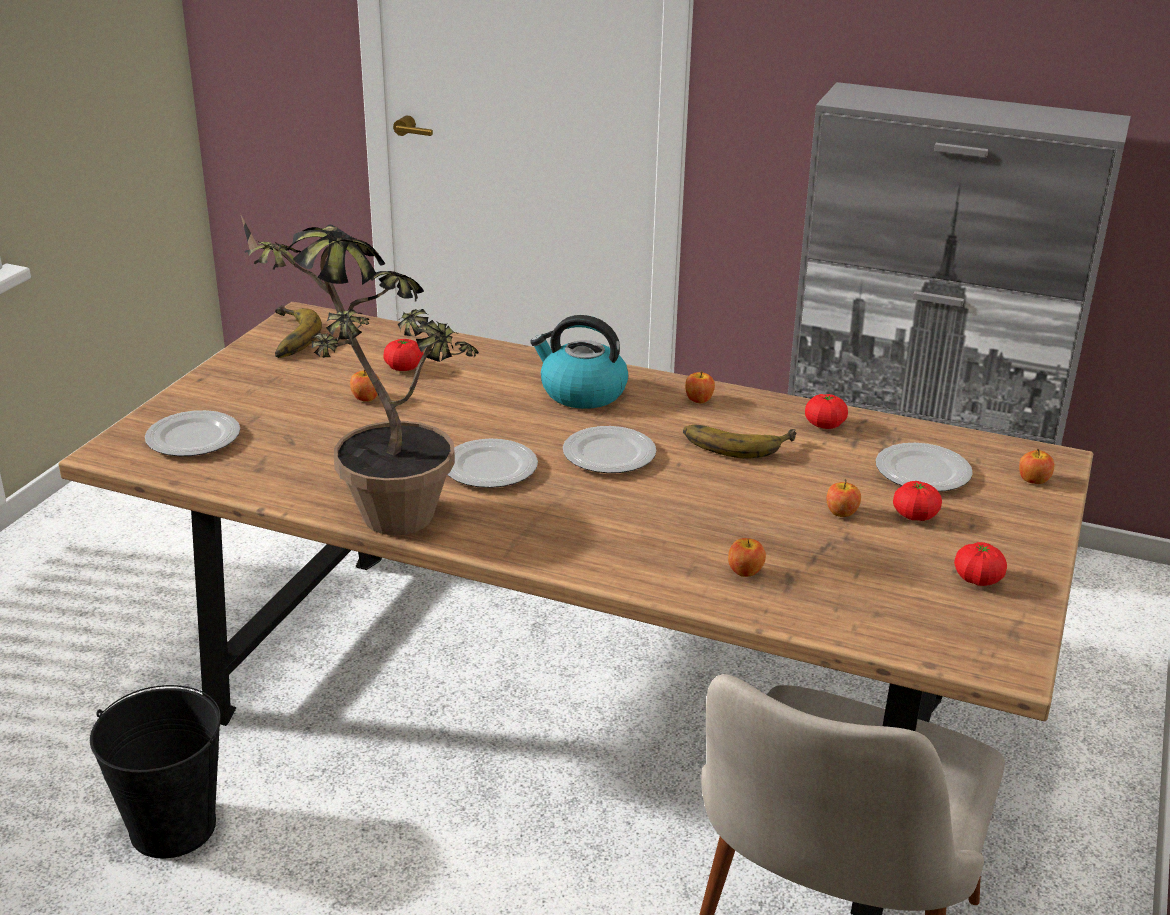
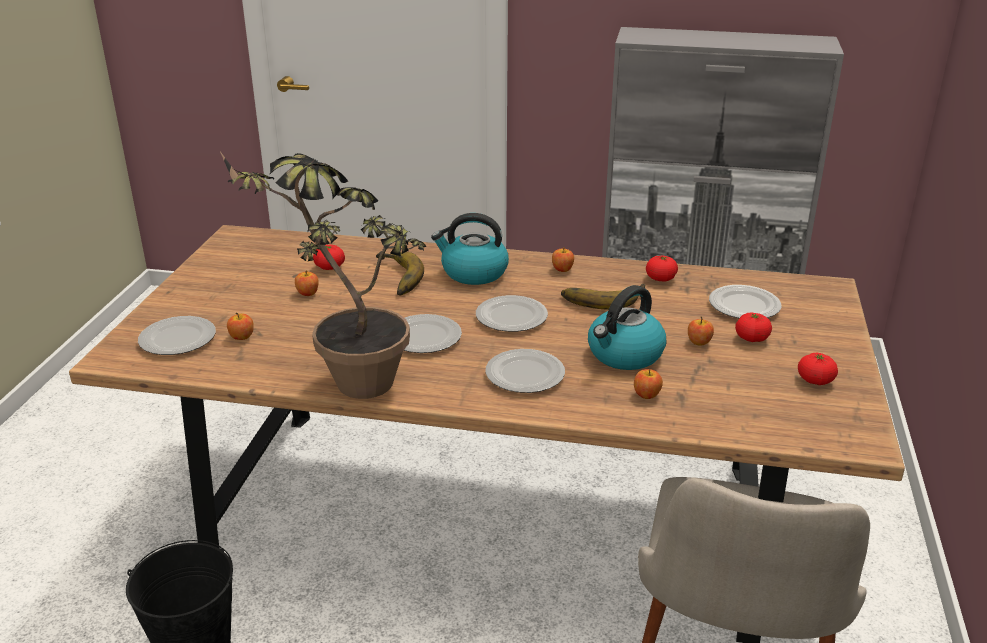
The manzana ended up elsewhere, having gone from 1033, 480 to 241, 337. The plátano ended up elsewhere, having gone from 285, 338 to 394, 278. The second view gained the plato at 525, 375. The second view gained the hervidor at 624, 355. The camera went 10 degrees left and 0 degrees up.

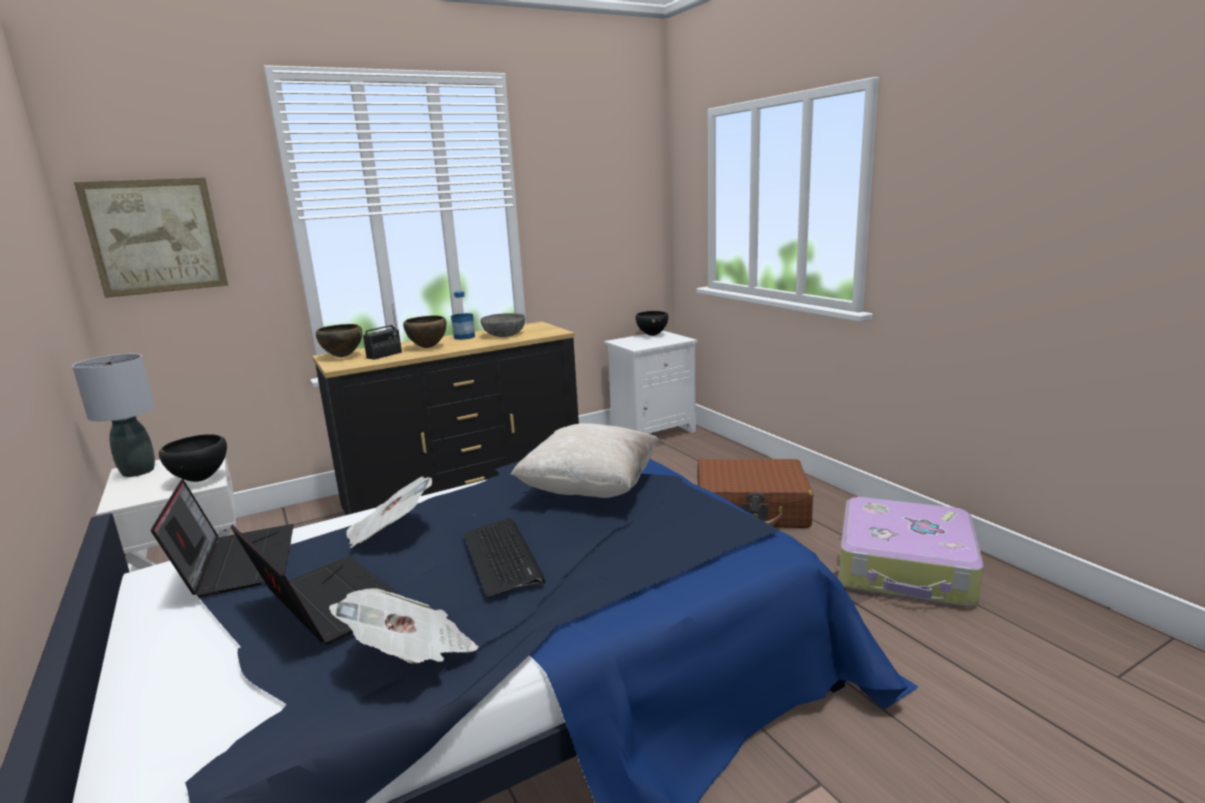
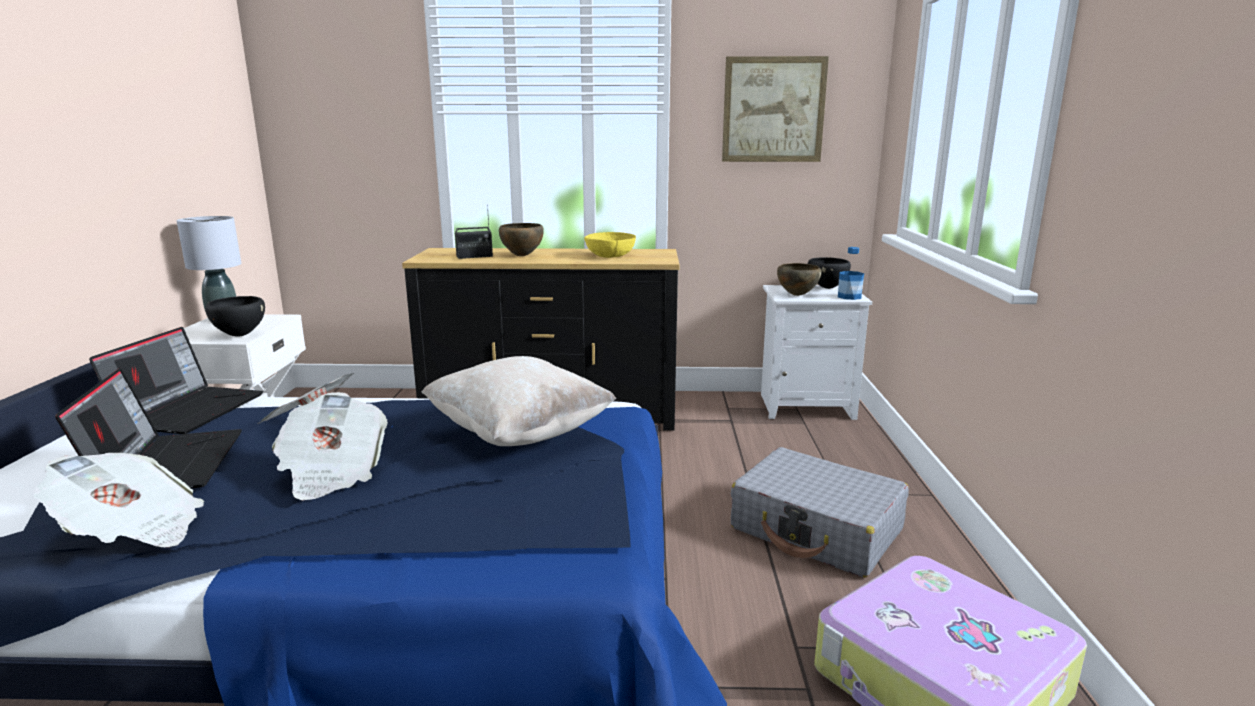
Where the teclado stood at 502, 557, the periódico came to stand at 332, 472. What was the cuenco [gris] at 504, 334 turned into the cuenco [amarillo] at 610, 255. The cuadro ended up elsewhere, having gone from 155, 236 to 773, 110. What was the maleta [marrón] at 752, 509 turned into the maleta [gris] at 816, 529. The cuenco [marrón] ended up elsewhere, having gone from 342, 356 to 796, 295. The botella ended up elsewhere, having gone from 464, 337 to 849, 297. The camera went 30 degrees right and 0 degrees up.

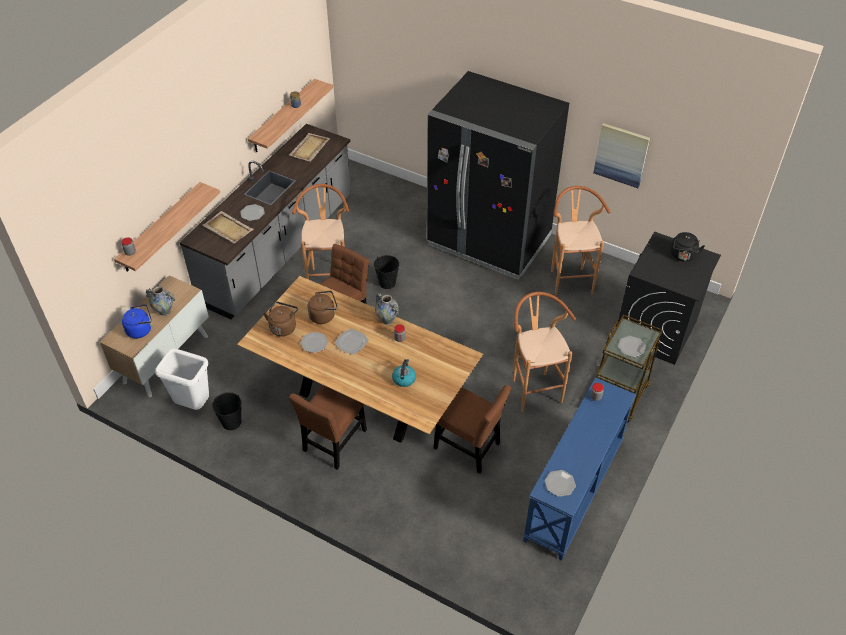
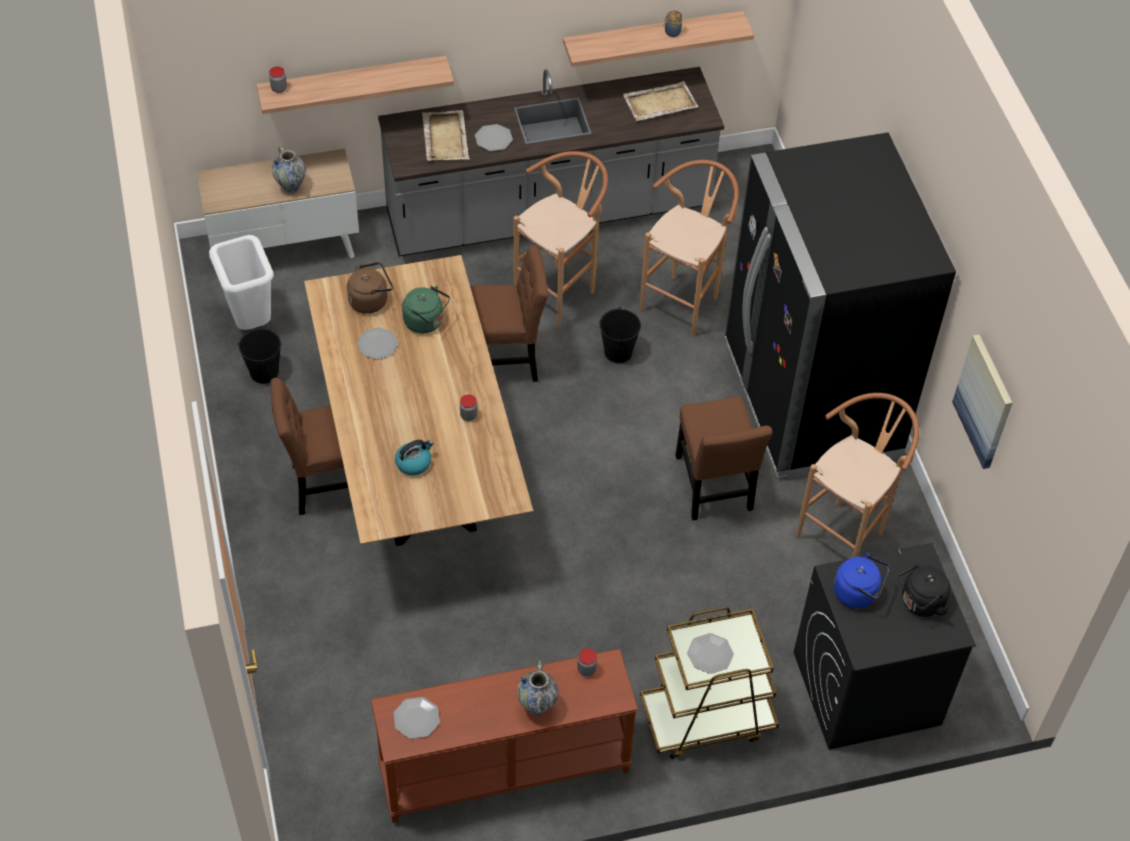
What was the mesa consola [azul] at 574, 491 turned into the mesa consola [marrón] at 504, 770. What was the hervidor [marrón] at 324, 315 turned into the hervidor [verde] at 426, 322. The florero ended up elsewhere, having gone from 387, 320 to 537, 706. The taburete [marrón] ended up elsewhere, having gone from 533, 387 to 684, 300. The silla [marrón] ended up elsewhere, having gone from 469, 448 to 713, 487. The hervidor [azul] ended up elsewhere, having gone from 141, 329 to 858, 593. The second view lost the plato at 351, 342. The camera went 45 degrees right and 5 degrees up.

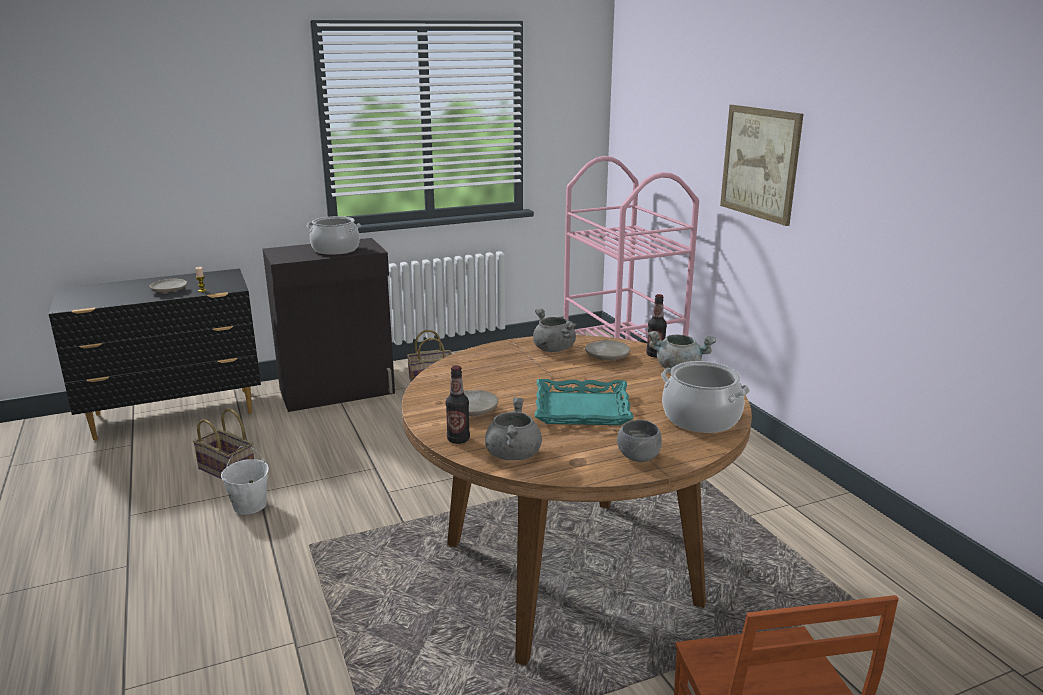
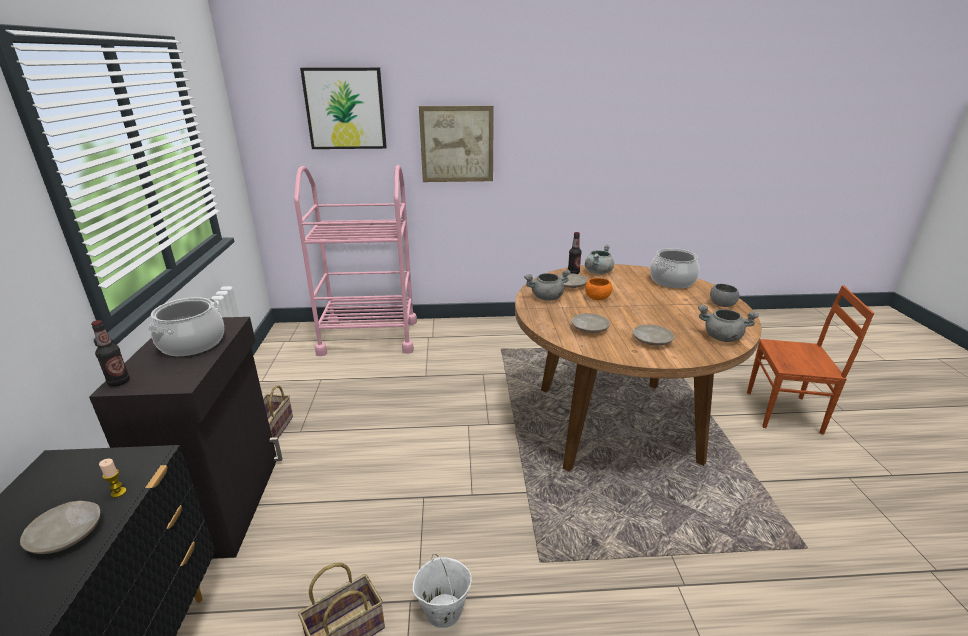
The botella ended up elsewhere, having gone from 458, 439 to 119, 382. The second view gained the cuadro at 345, 109. The second view gained the plato [beis] at 589, 328. The second view gained the cuenco [naranja] at 597, 298. The second view lost the bandeja [turquesa] at 582, 409. The camera went 70 degrees left and 5 degrees up.

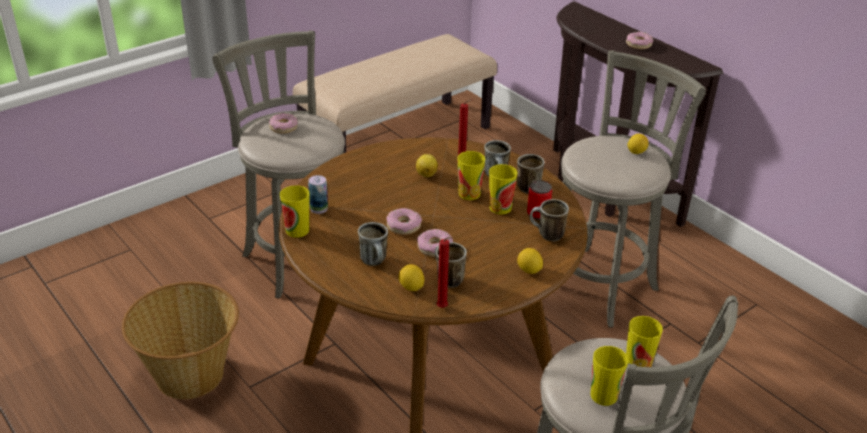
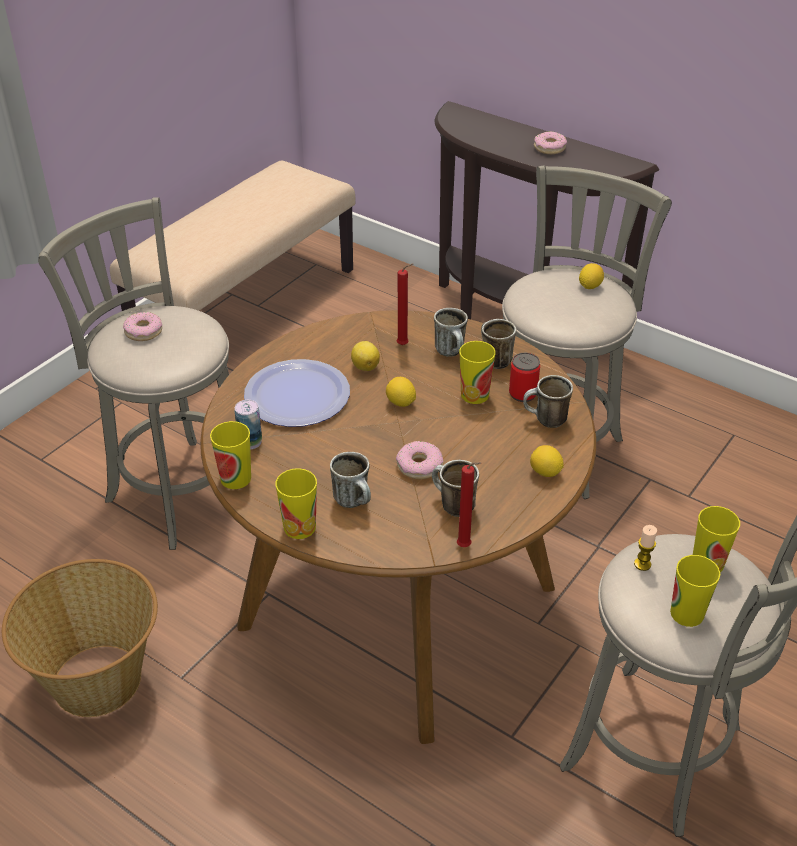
The second view gained the plato at 297, 395. The taza ended up elsewhere, having gone from 469, 194 to 299, 527. The limón ended up elsewhere, having gone from 411, 287 to 400, 403. The second view gained the vela at 642, 564. The second view lost the rosquilla at 403, 226. The camera went 15 degrees left and 5 degrees up.

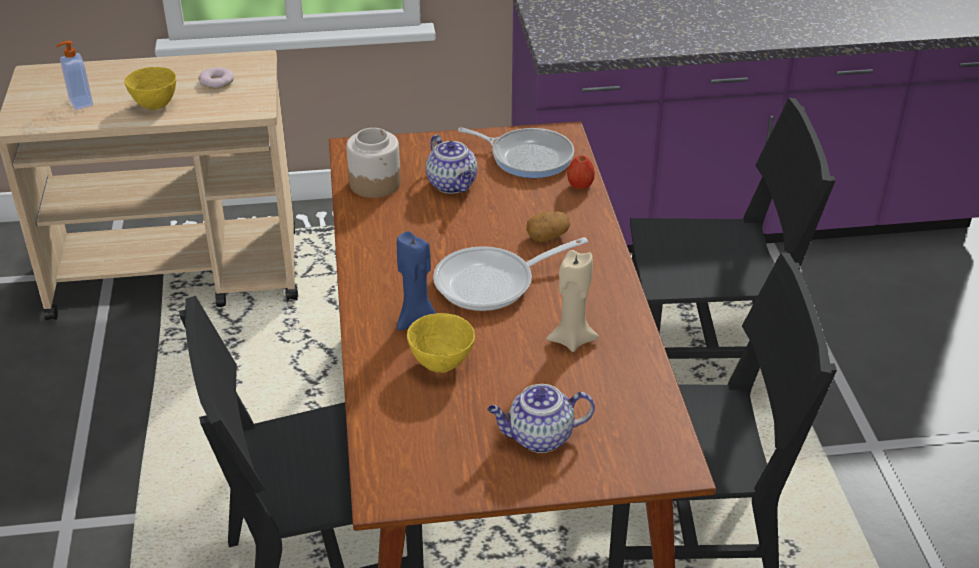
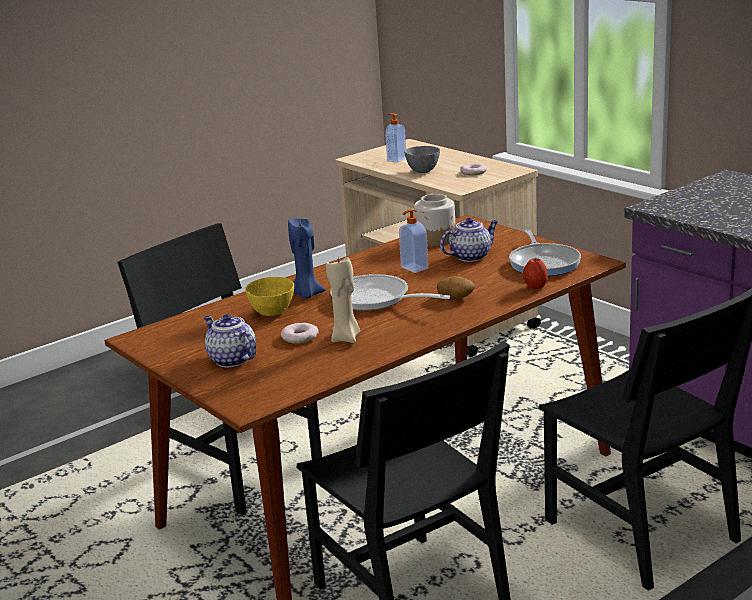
The second view gained the rosquilla at 300, 337. The second view gained the dispensador de jabón at 413, 268. What was the cuenco [amarillo] at 154, 105 turned into the cuenco [gris] at 422, 171. The tetera at 453, 185 ended up facing another way, 150 degrees counterclockwise from before. The camera went 60 degrees right and 15 degrees down.

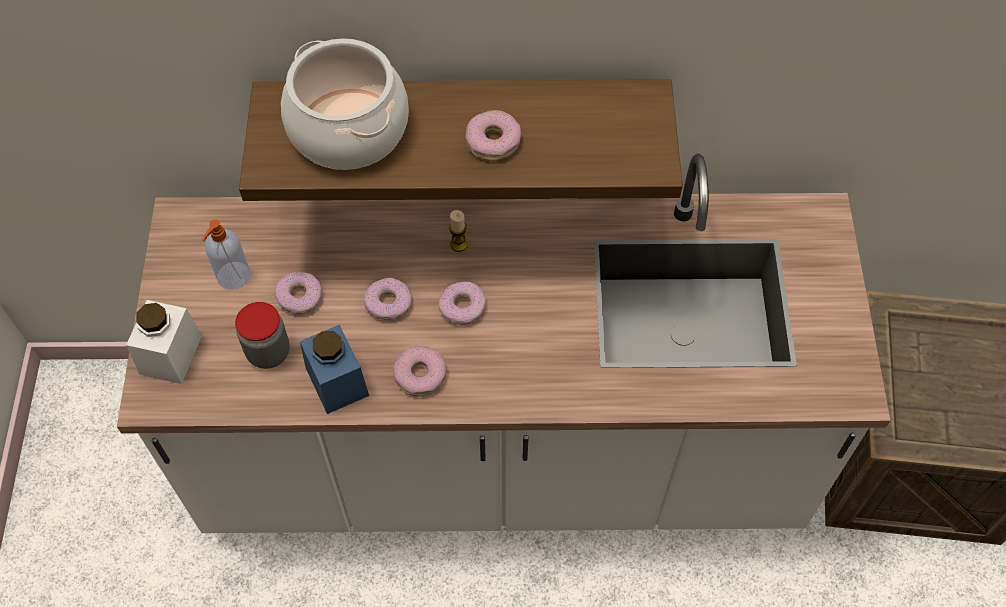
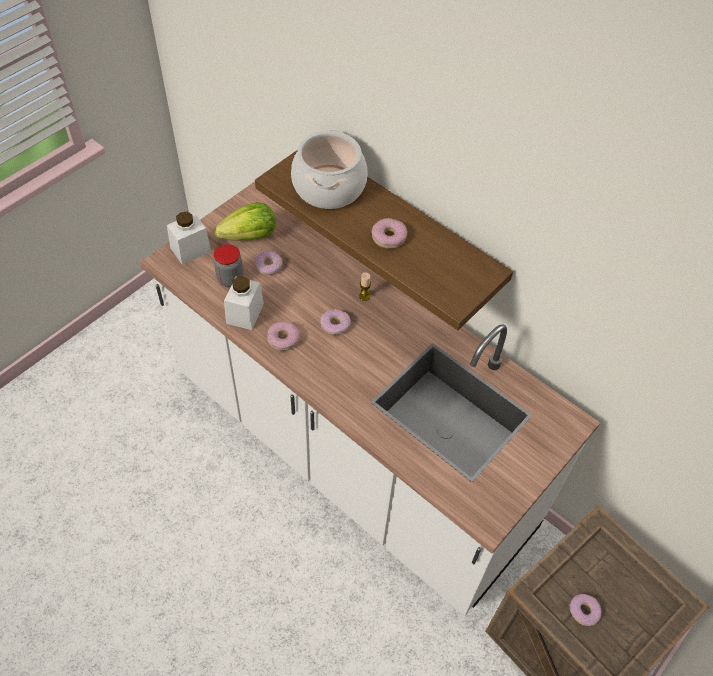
Where the dispensador de jabón stood at 232, 277, the lechuga came to stand at 250, 236. What was the tarro [azul] at 337, 381 turned into the tarro [blanco] at 245, 313. The rosquilla ended up elsewhere, having gone from 388, 303 to 584, 611. The camera went 40 degrees right and 5 degrees down.

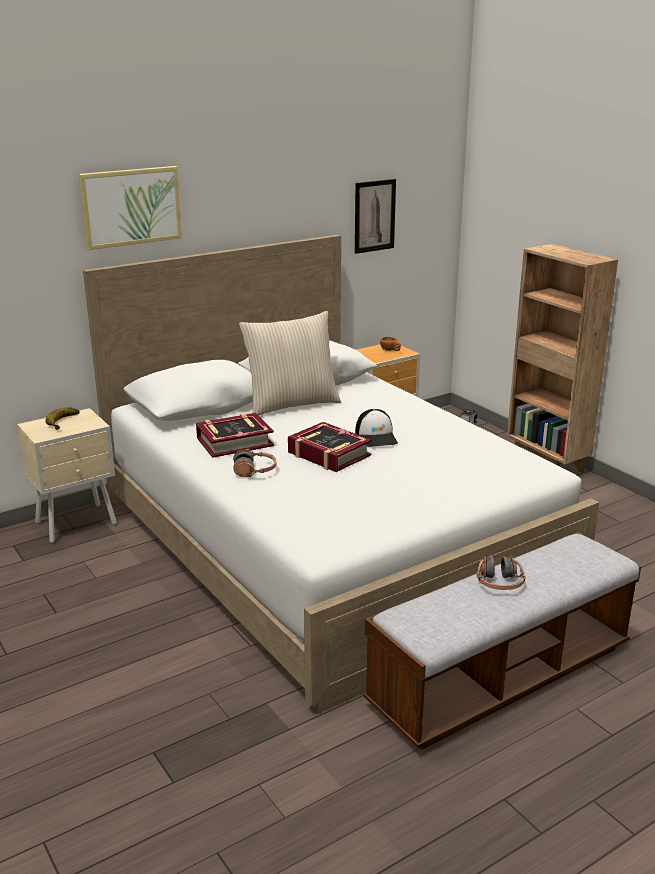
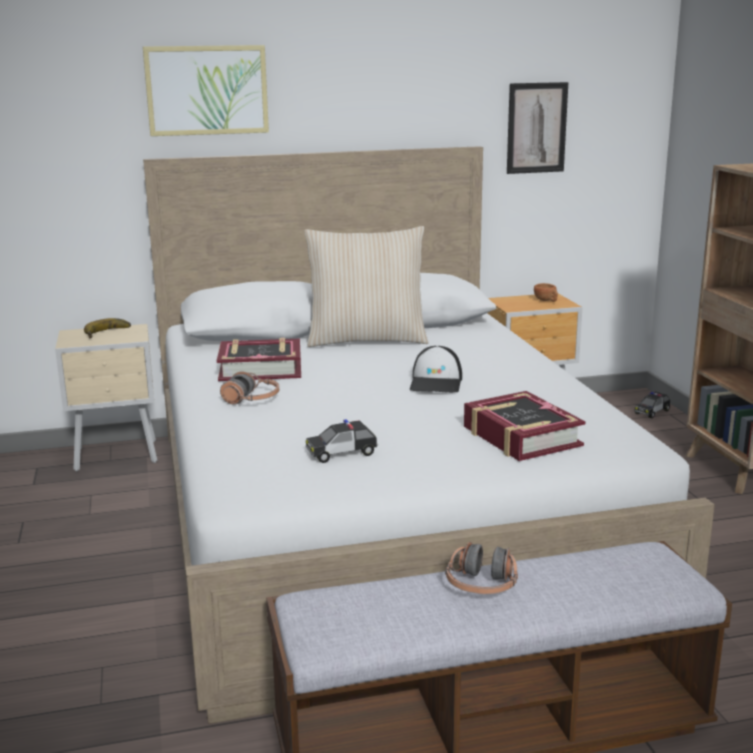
The second view gained the coche de juguete at 342, 453. The libro ended up elsewhere, having gone from 328, 454 to 521, 436. The camera went 20 degrees right and 5 degrees down.

